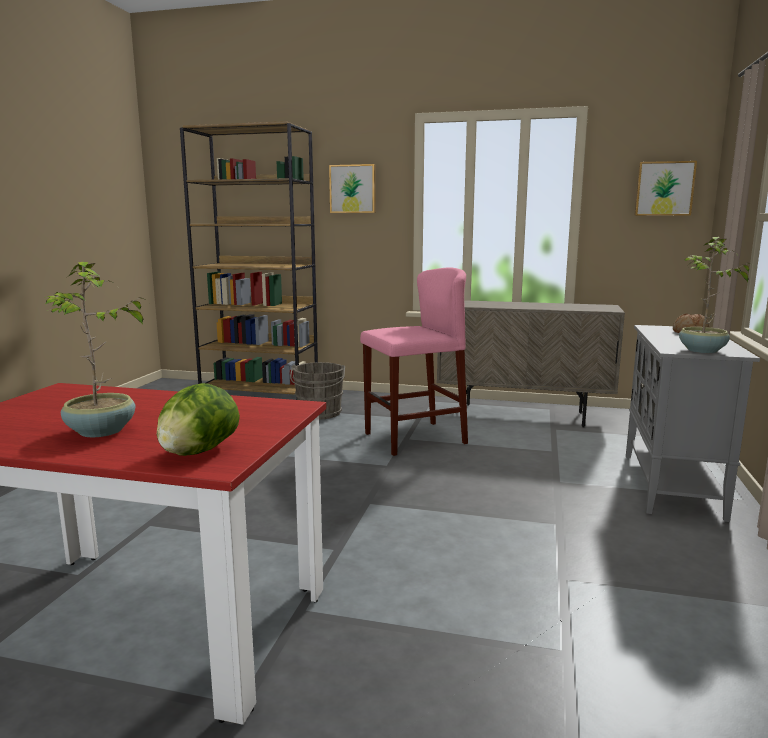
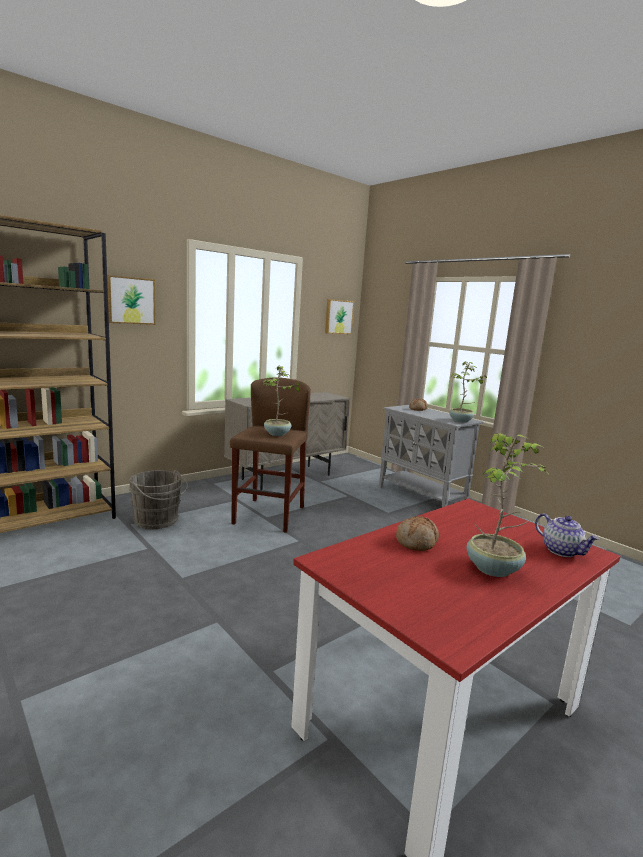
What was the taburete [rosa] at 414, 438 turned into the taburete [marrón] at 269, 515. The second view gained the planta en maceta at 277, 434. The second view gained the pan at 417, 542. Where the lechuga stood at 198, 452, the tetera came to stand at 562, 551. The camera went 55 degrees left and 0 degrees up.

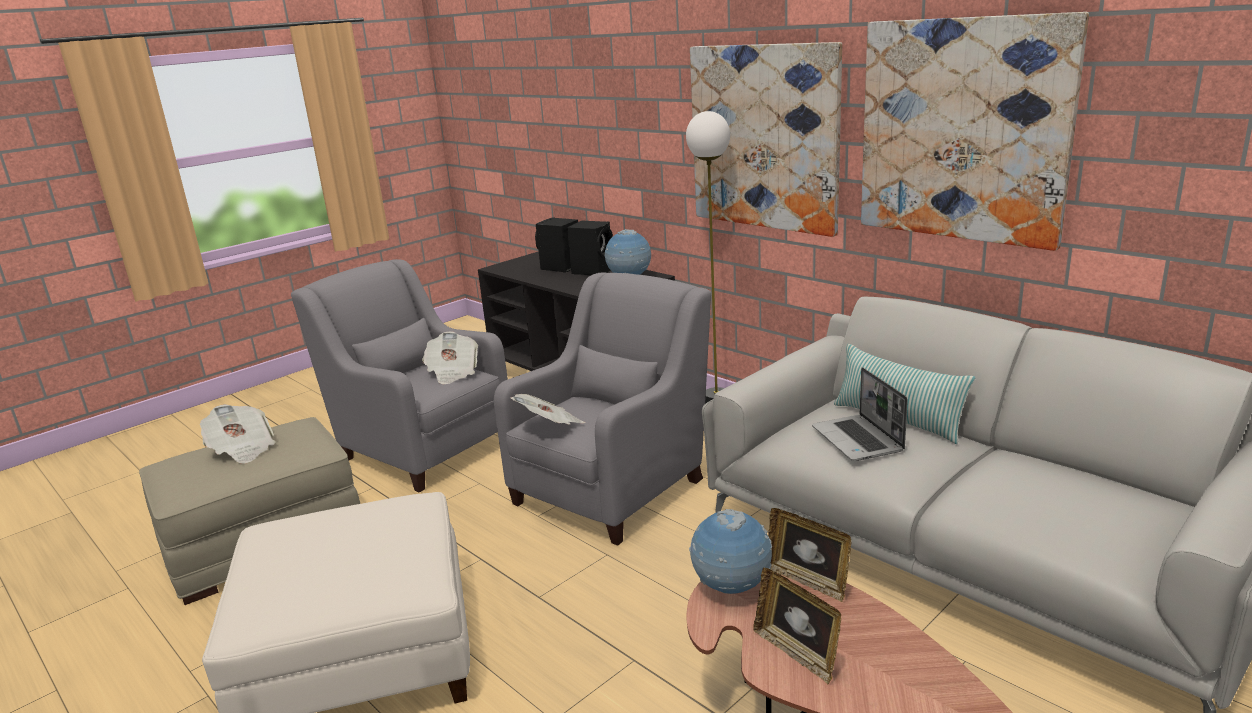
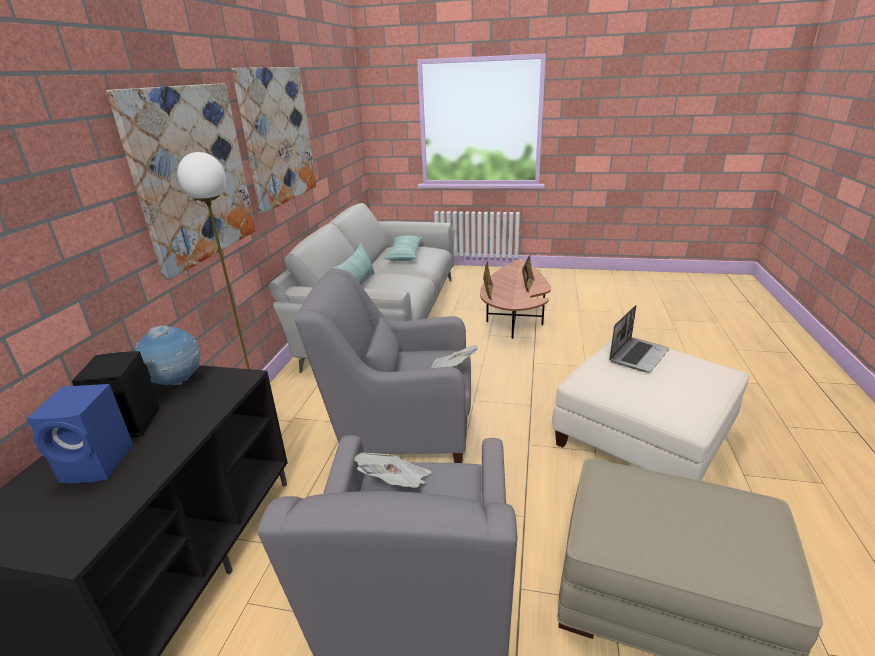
What was the altavoz [negro] at 560, 267 turned into the altavoz [azul] at 99, 463. The second view gained the cojín at 404, 255. The portátil ended up elsewhere, having gone from 858, 440 to 638, 355. The second view lost the periódico at 242, 449. The second view lost the globo terráqueo at 731, 588. The camera went 125 degrees left and 5 degrees up.

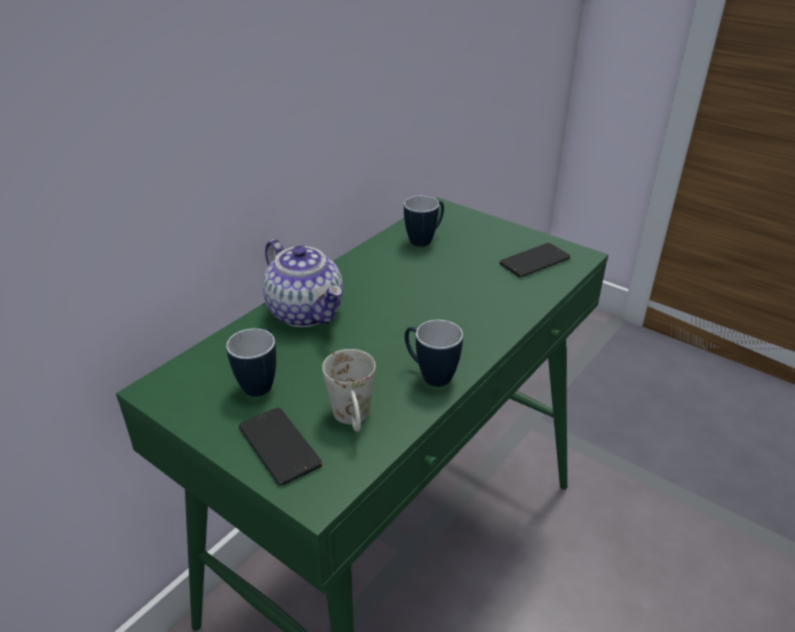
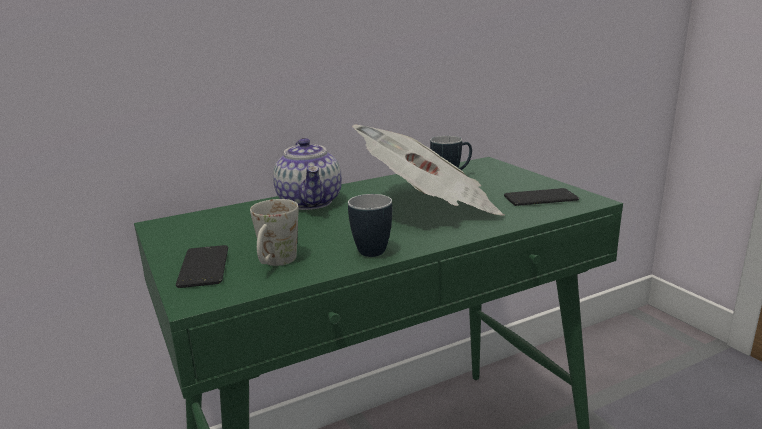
The second view gained the periódico at 430, 206. The second view lost the taza grande at 261, 382. The camera went 25 degrees right and 15 degrees down.

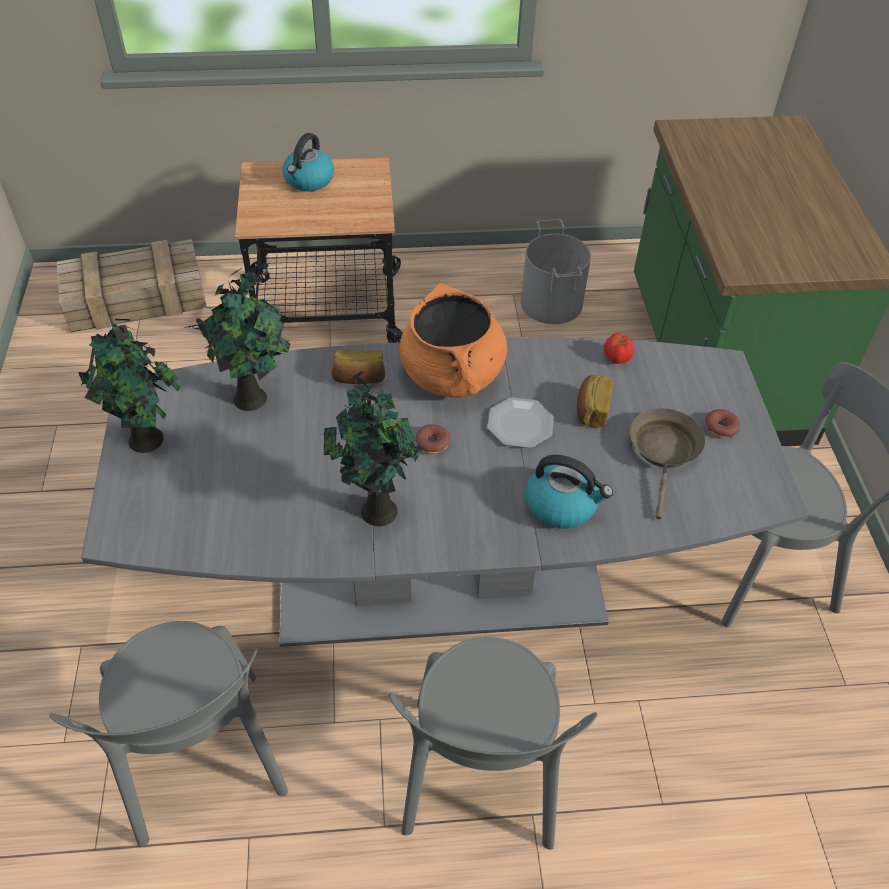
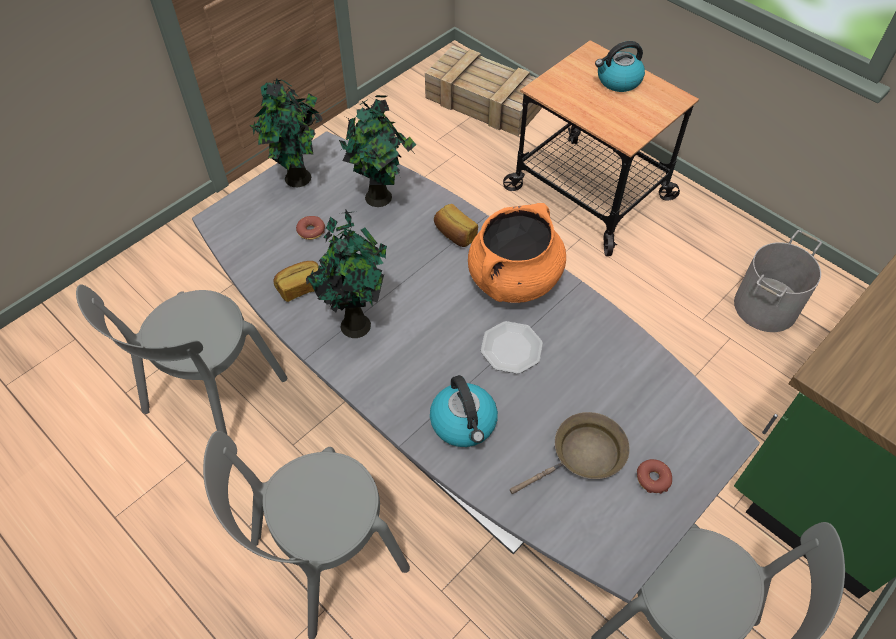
The pan ended up elsewhere, having gone from 591, 410 to 300, 287. The rosquilla ended up elsewhere, having gone from 432, 443 to 311, 231. The second view lost the tomate at 616, 358. The camera went 50 degrees right and 5 degrees up.

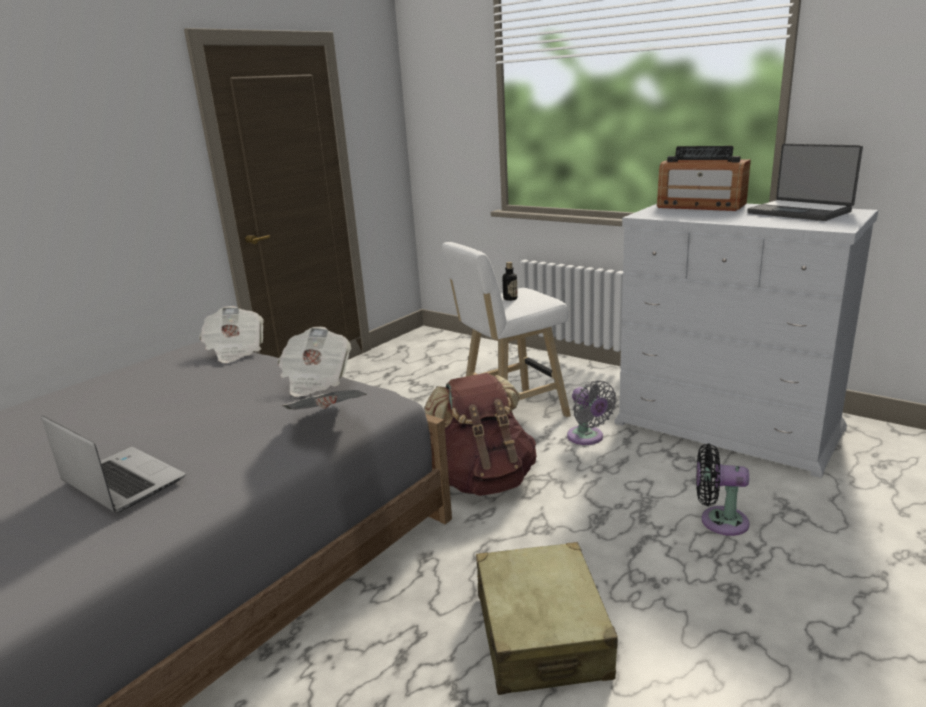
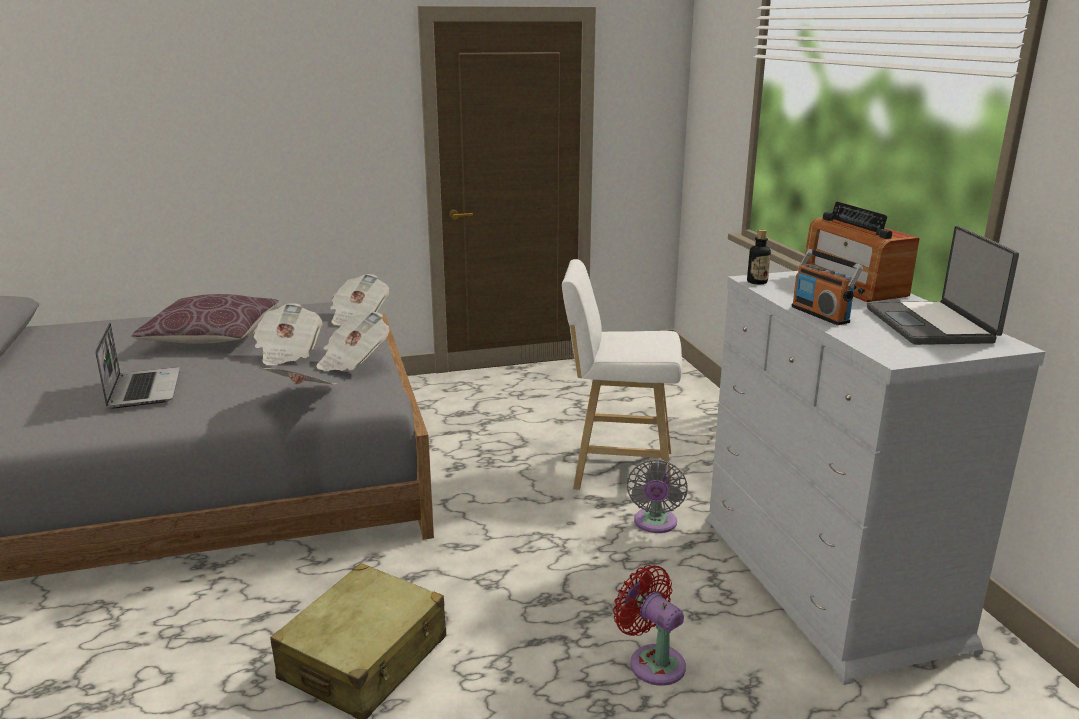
The second view gained the cojín [marrón] at 212, 337. The second view gained the periódico at 288, 352. What was the ventilador [negro] at 719, 521 turned into the ventilador [rojo] at 652, 661. The botella ended up elsewhere, having gone from 510, 298 to 757, 282. The second view gained the radio at 820, 314. The second view lost the mochila [marrón] at 484, 480. The camera went 35 degrees right and 0 degrees up.

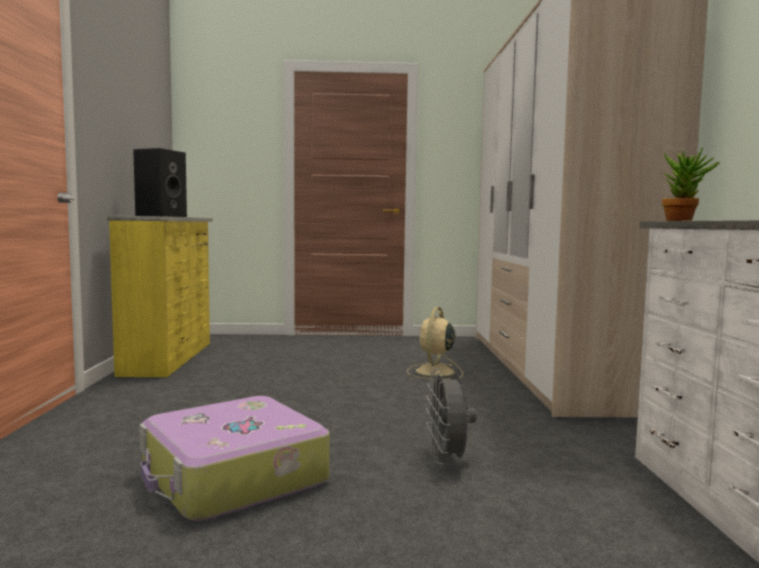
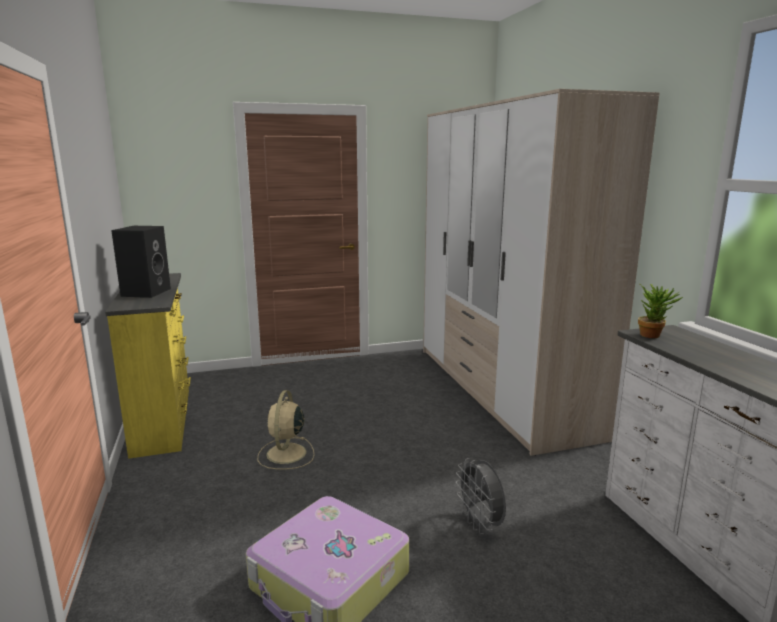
The ventilador [beis] ended up elsewhere, having gone from 434, 372 to 286, 454. The camera went 15 degrees left and 10 degrees up.

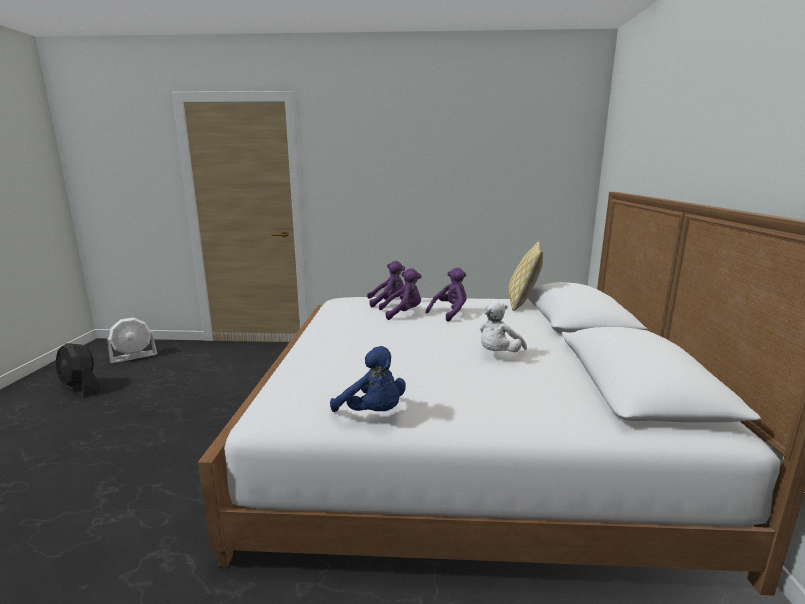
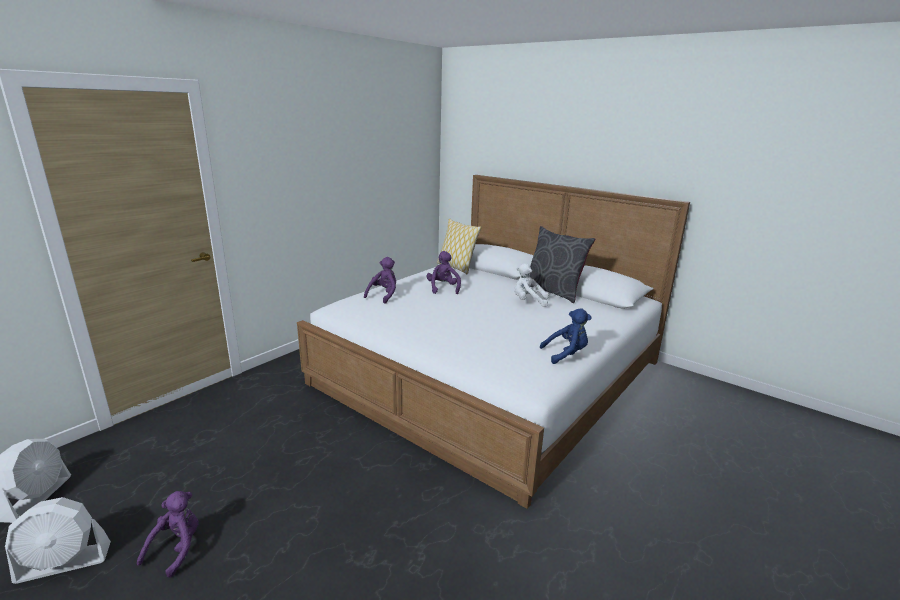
What was the ventilador [negro] at 81, 388 turned into the ventilador [blanco] at 64, 563. The peluche [morado] ended up elsewhere, having gone from 403, 313 to 177, 548. The peluche [blanco] at 498, 354 ended up facing another way, 120 degrees clockwise from before. The second view gained the cojín [gris] at 553, 291. The camera went 55 degrees left and 5 degrees up.

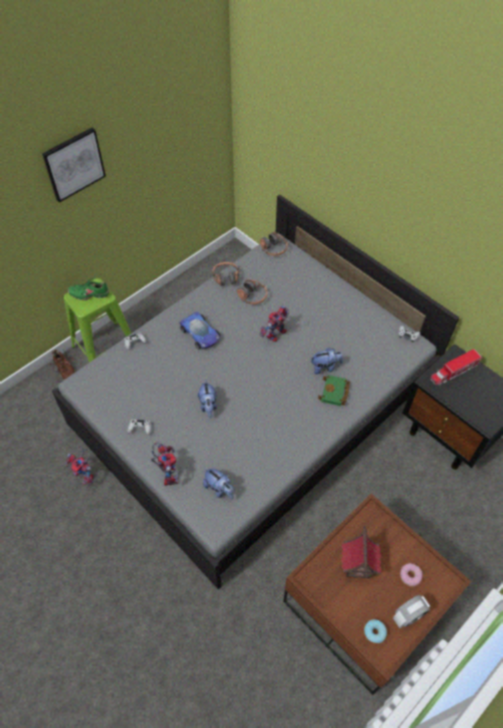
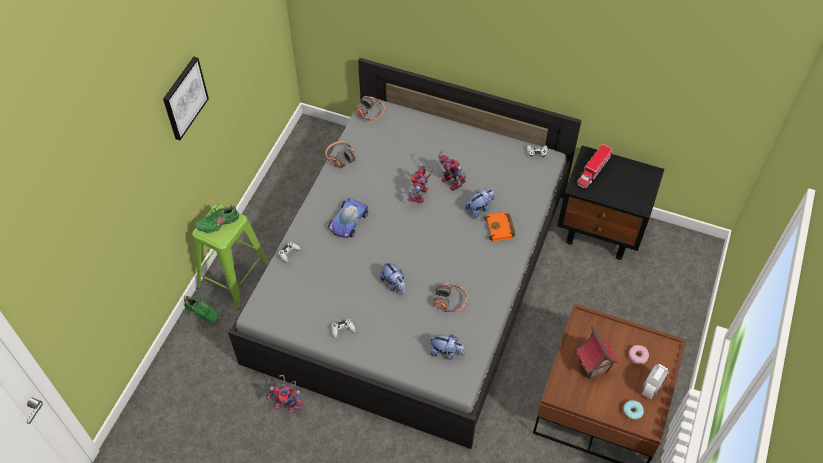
What was the zapato [marrón] at 64, 369 turned into the zapato [verde] at 202, 313. The coche de juguete at 200, 334 ended up facing another way, 90 degrees clockwise from before. The auriculares ended up elsewhere, having gone from 252, 296 to 450, 301. The robot de juguete ended up elsewhere, having gone from 167, 473 to 448, 182. What was the libro [verde] at 334, 393 turned into the libro [naranja] at 500, 229. The camera went 25 degrees left and 0 degrees up.

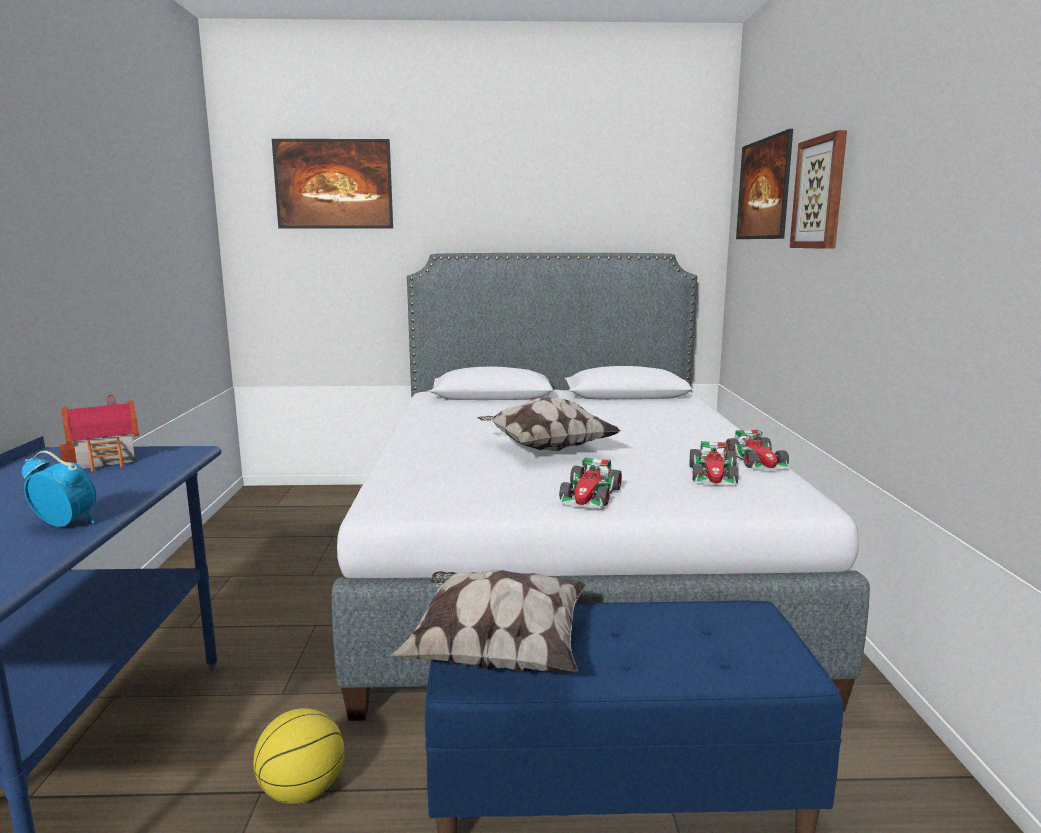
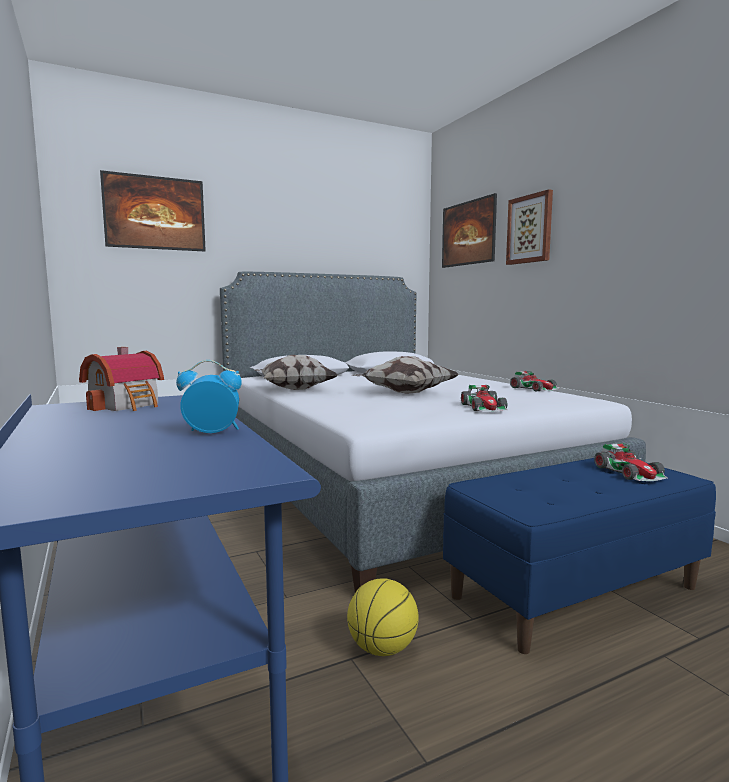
The cojín ended up elsewhere, having gone from 496, 651 to 294, 389. The coche de juguete ended up elsewhere, having gone from 714, 475 to 630, 472. The camera went 25 degrees left and 5 degrees down.

